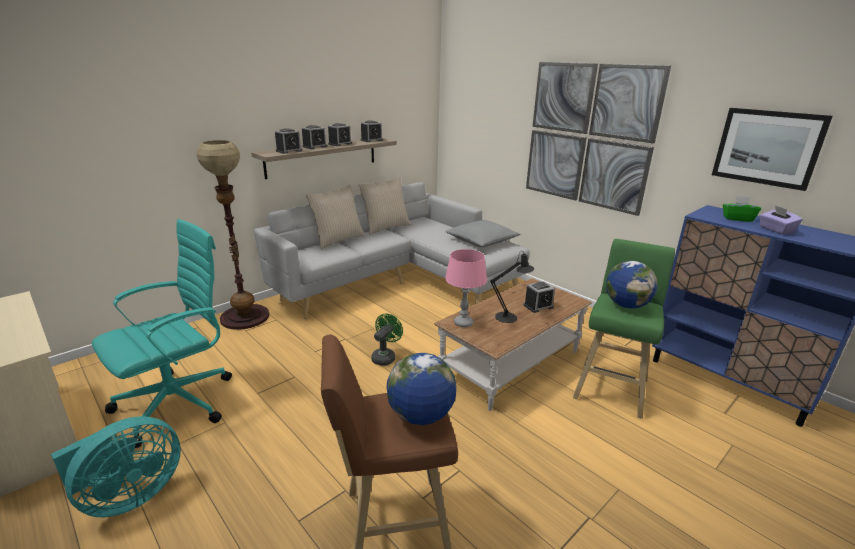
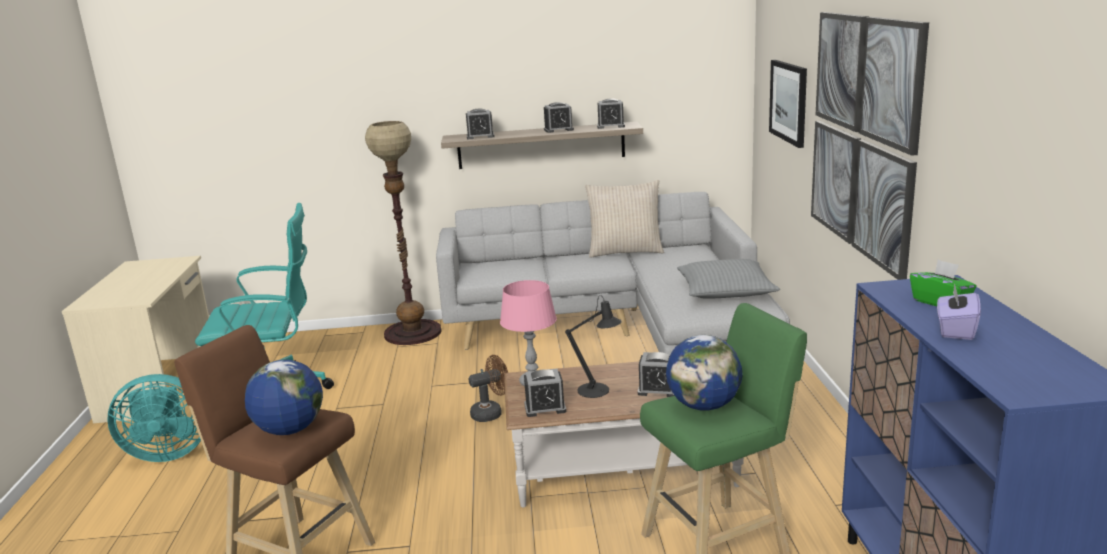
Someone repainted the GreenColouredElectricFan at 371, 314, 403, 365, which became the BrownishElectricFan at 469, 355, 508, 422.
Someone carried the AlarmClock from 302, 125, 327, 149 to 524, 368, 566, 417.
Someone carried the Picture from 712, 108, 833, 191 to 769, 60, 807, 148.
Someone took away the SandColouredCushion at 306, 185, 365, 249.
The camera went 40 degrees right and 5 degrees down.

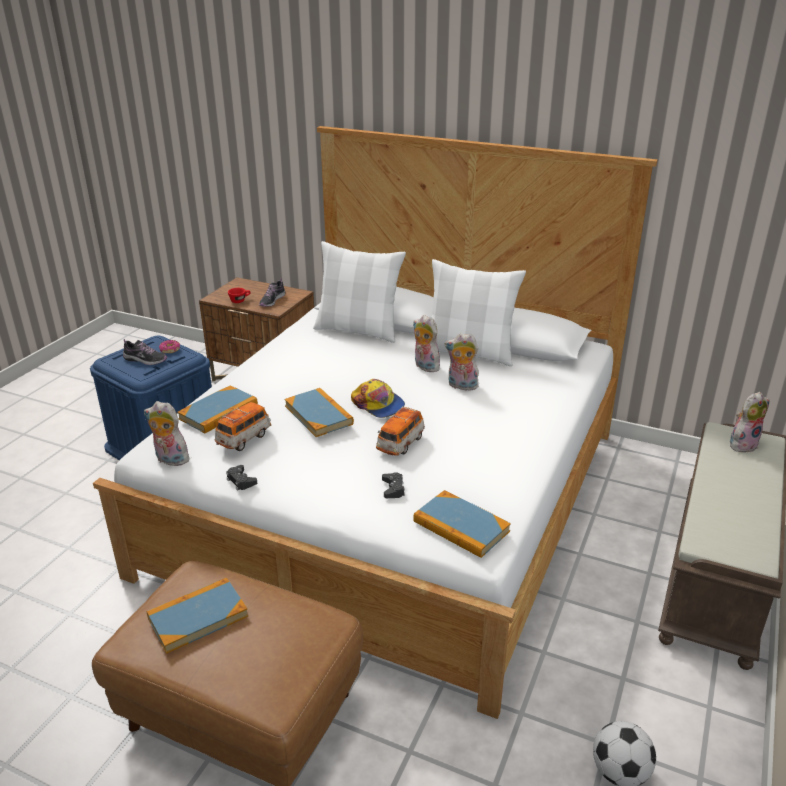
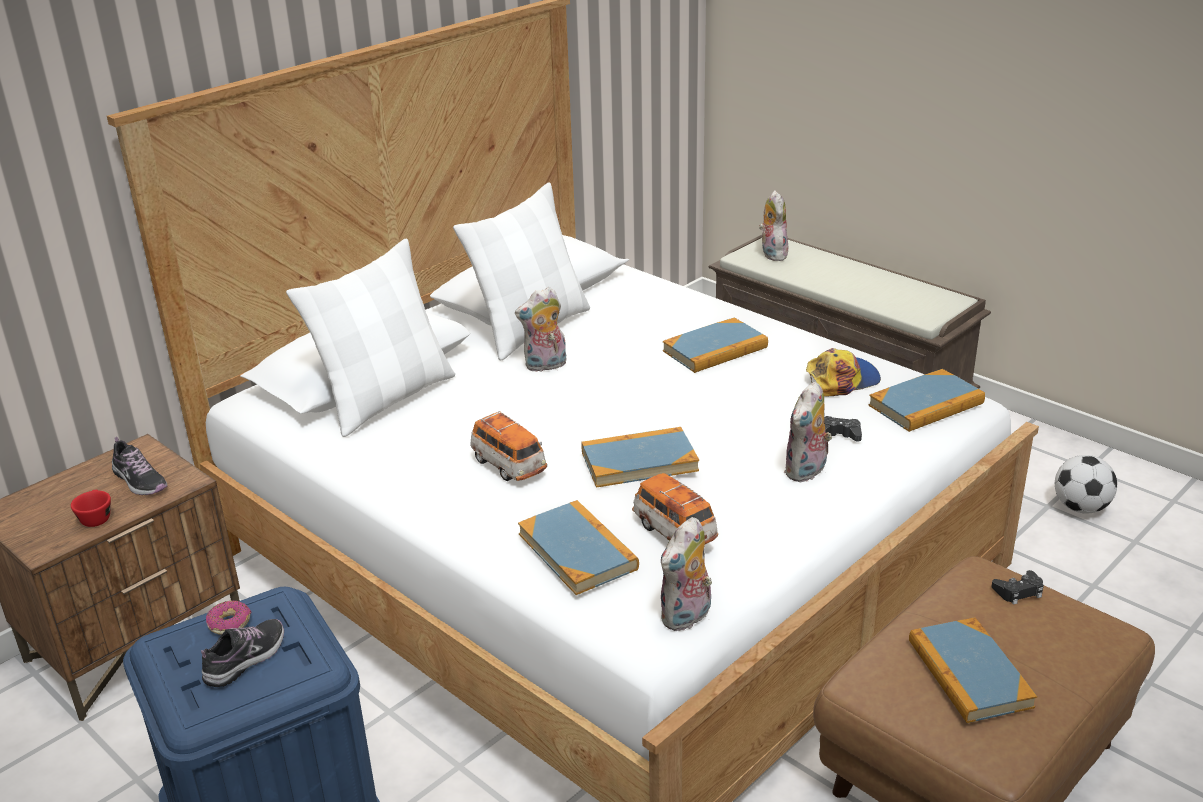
Someone carried the MiniatureCar from 376, 406, 424, 456 to 470, 411, 547, 481.
Someone put down the Volume at 663, 318, 768, 373.
Someone carried the PlushToy from 445, 333, 481, 390 to 784, 382, 832, 482.
Someone carried the PeakedCap from 351, 379, 405, 418 to 806, 348, 881, 396.
Someone carried the BlackJoypad from 226, 465, 257, 491 to 991, 570, 1044, 605.
The camera went 70 degrees left and 0 degrees up.

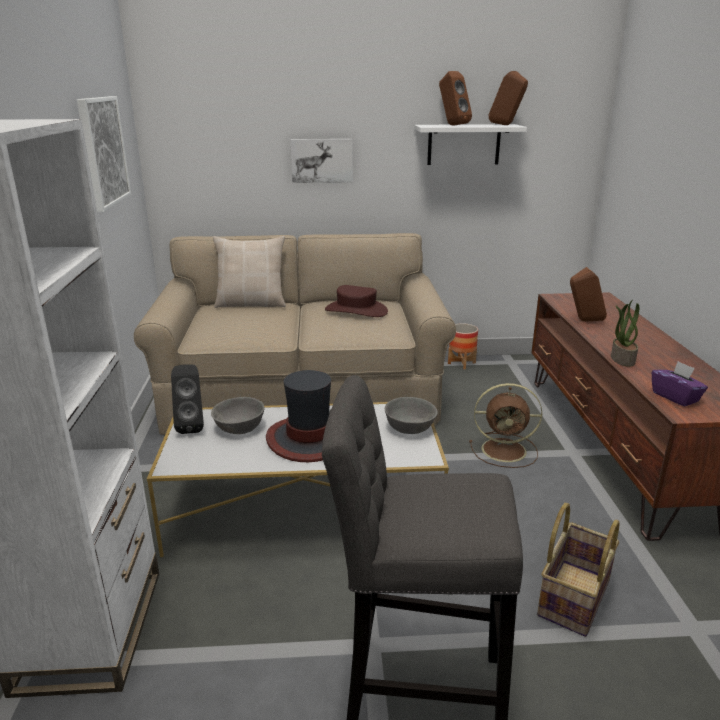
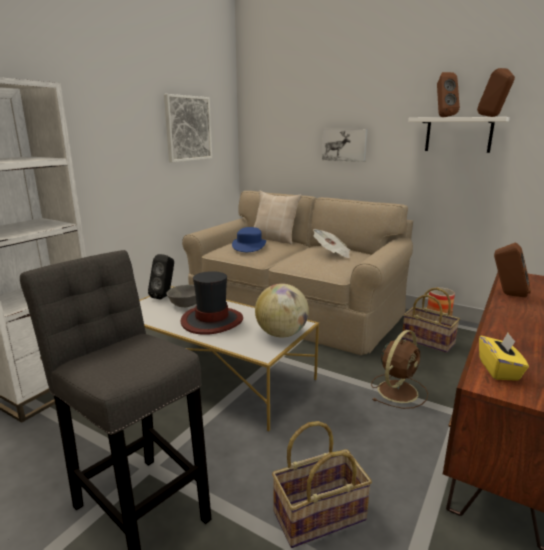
Someone put down the BluishHat at 232, 227, 266, 252.
Someone swapped the GreyishServingBowl at 385, 397, 438, 434 for the Globe at 255, 284, 309, 337.
Someone swapped the BrownishHat at 325, 285, 388, 317 for the PrintedPaper at 313, 229, 350, 258.
Someone rotated the BrownishElectricFan at 469, 383, 542, 468 by 90 degrees counterclockwise.
Someone put down the HouseholdBasket at 402, 288, 460, 353.
Someone repainted the PurplishTissueBox at 652, 361, 708, 407, which became the YellowTissueBox at 479, 333, 529, 381.
Someone took away the Houseplant at 611, 300, 639, 367.
The camera went 35 degrees right and 5 degrees down.

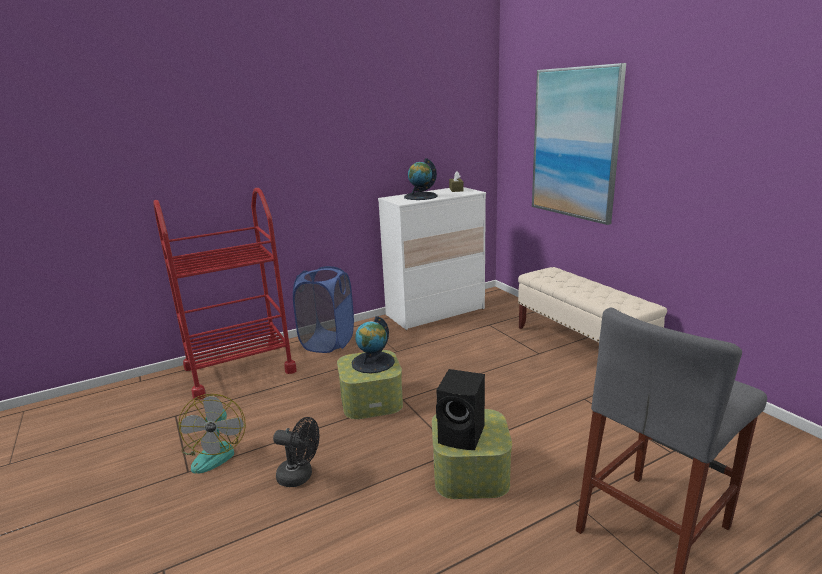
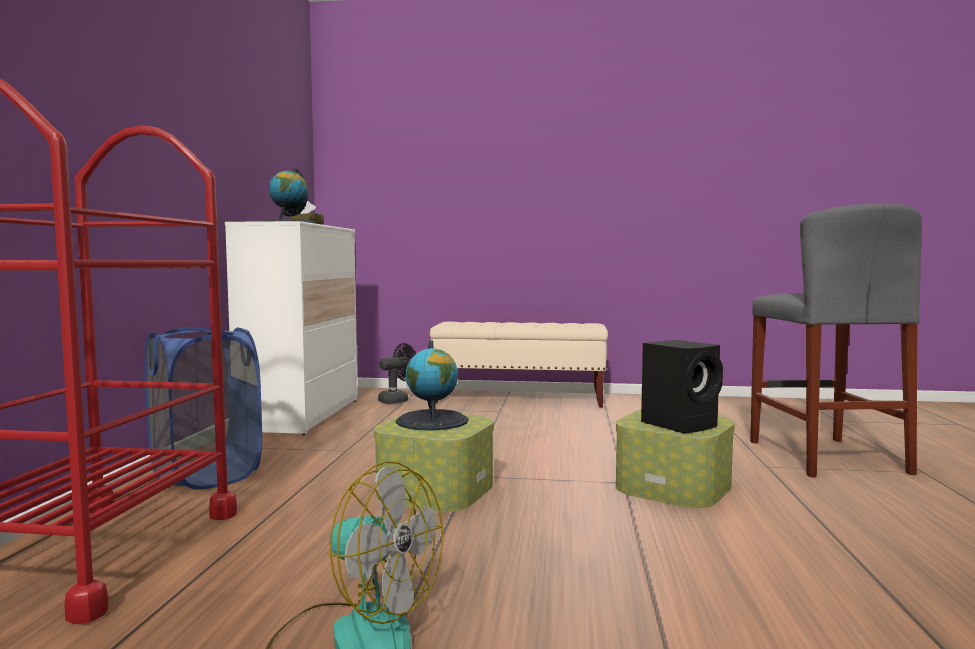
Someone carried the BlackElectricFan from 273, 417, 319, 487 to 378, 343, 416, 404.
Someone took away the Picture at 532, 63, 626, 225.
The camera went 55 degrees left and 15 degrees down.

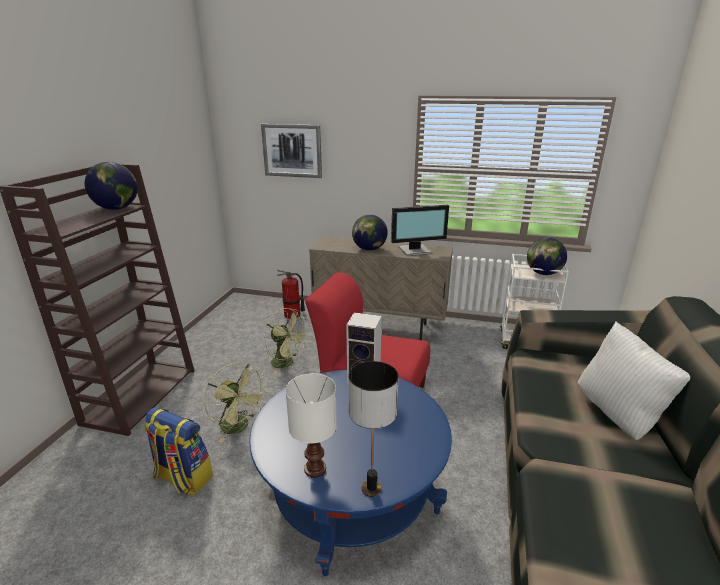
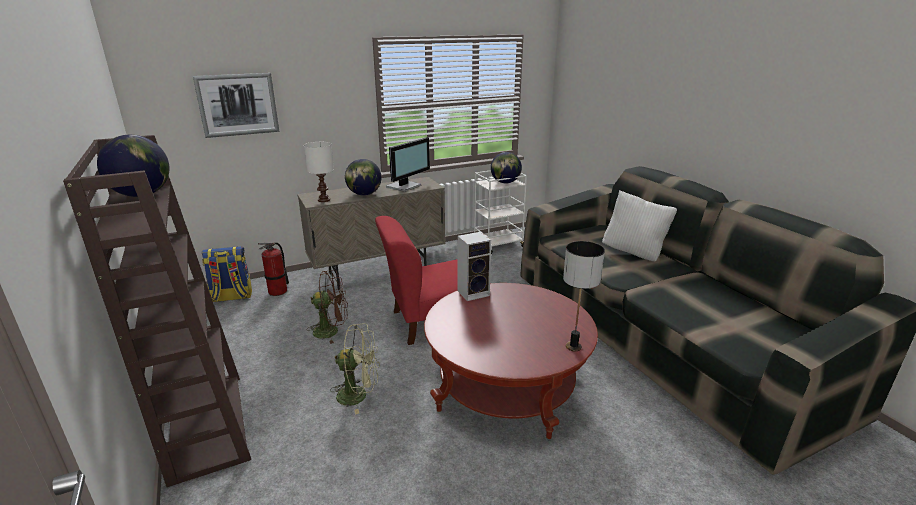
Someone carried the Knapsack from 144, 407, 213, 495 to 202, 246, 252, 302.
Someone carried the WhiteColouredLampForATable from 286, 373, 337, 478 to 304, 142, 334, 202.
Someone repainted the GreenColouredElectricFan at 265, 308, 309, 374, which became the BrownishElectricFan at 306, 270, 348, 344.
Someone repainted the BluishCoffeeTable at 249, 370, 452, 576, which became the RedColouredCoffeeTable at 424, 283, 598, 439.
The camera went 40 degrees left and 0 degrees up.

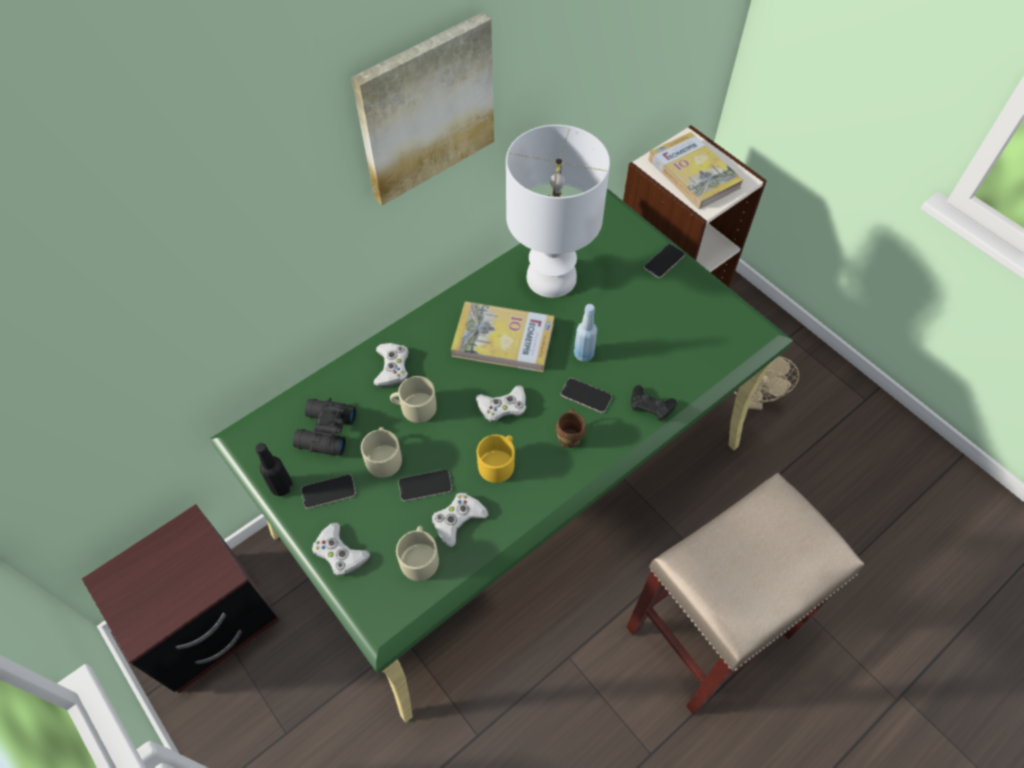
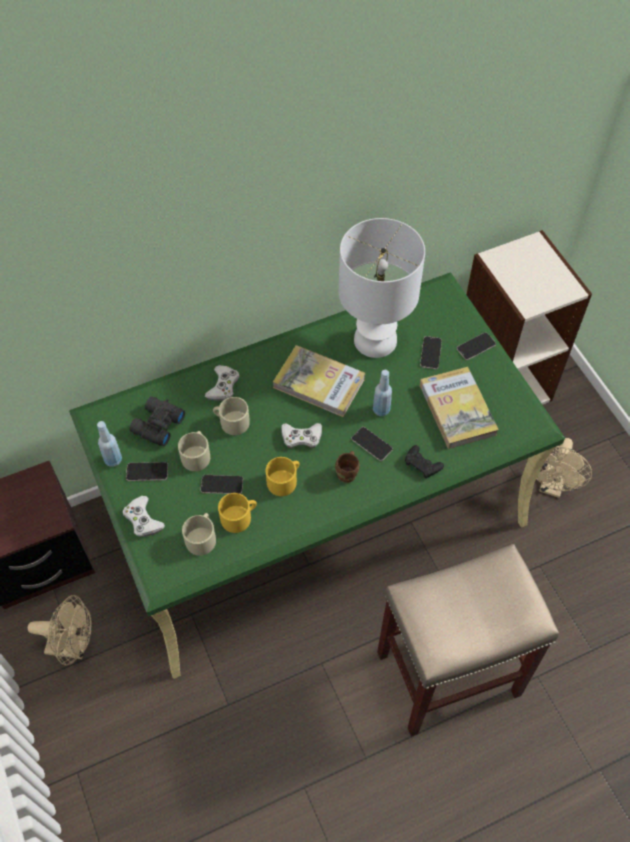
Someone put down the SandColouredElectricFan at 28, 595, 92, 666.
Someone repainted the BlackDrinkBottle at 255, 443, 293, 496, which became the BluishDrinkBottle at 97, 421, 122, 467.
Someone swapped the WhiteColouredJoypad at 432, 493, 489, 547 for the YellowCoffeeMug at 218, 493, 257, 533.
Someone put down the Handset at 420, 336, 442, 369.
Someone carried the Volume from 649, 132, 743, 209 to 420, 367, 499, 449.
Someone took away the Picture at 351, 12, 494, 205.
The camera went 15 degrees right and 0 degrees up.

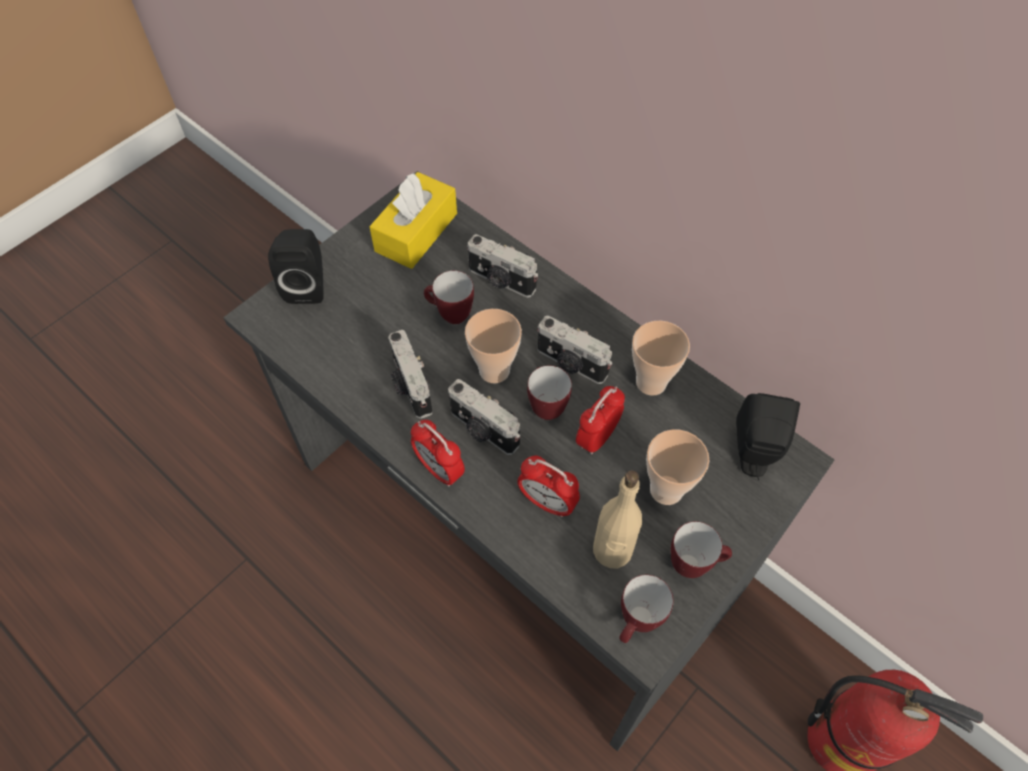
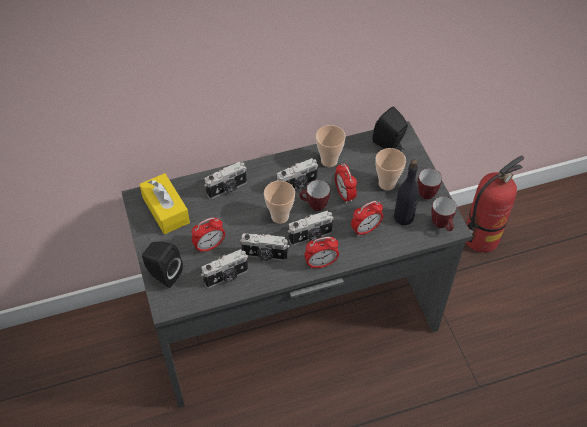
Someone put down the AlarmClock at 192, 217, 225, 253.
Someone put down the PhotoCamera at 201, 249, 248, 288.
Someone repainted the SandColouredDrinkBottle at 593, 470, 642, 569, which became the BlackDrinkBottle at 394, 159, 419, 225.
Someone took away the CoffeeMug at 424, 270, 474, 324.
The camera went 60 degrees left and 5 degrees down.

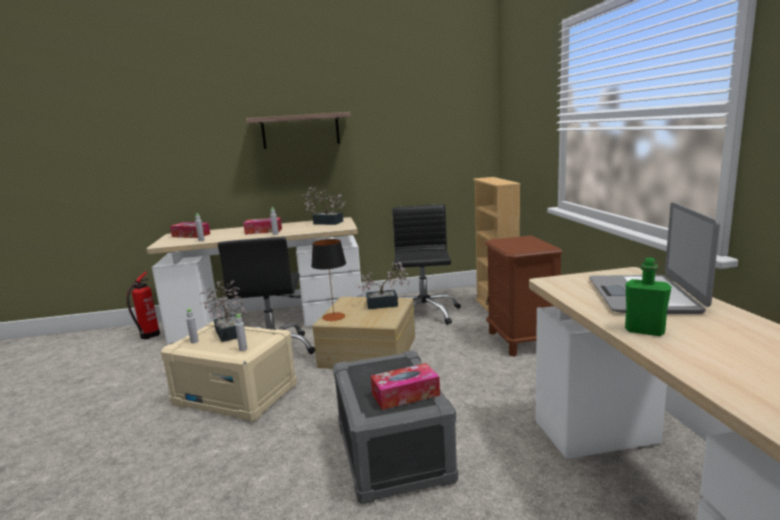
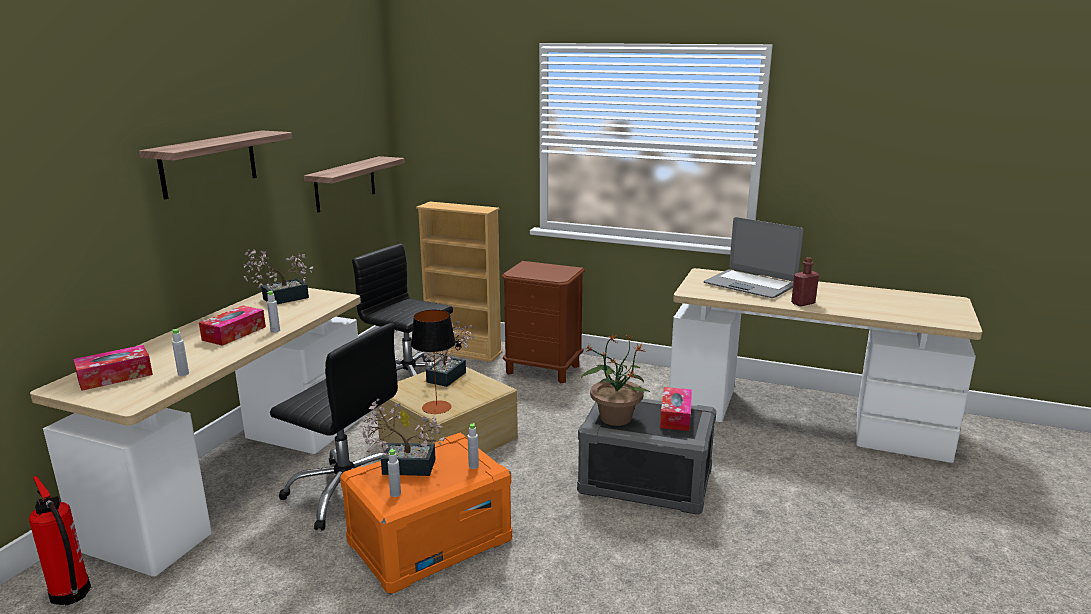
Someone put up the BracketShelf at 304, 156, 405, 212.
Someone repainted the SandColouredStorageContainer at 161, 322, 297, 422, which became the OrangeStorageContainer at 340, 433, 512, 594.
Someone put down the Houseplant at 581, 333, 650, 426.
Someone repainted the GreenColouredDrinkBottle at 625, 258, 671, 336, which became the RedColouredDrinkBottle at 791, 257, 819, 306.
The camera went 60 degrees left and 5 degrees up.

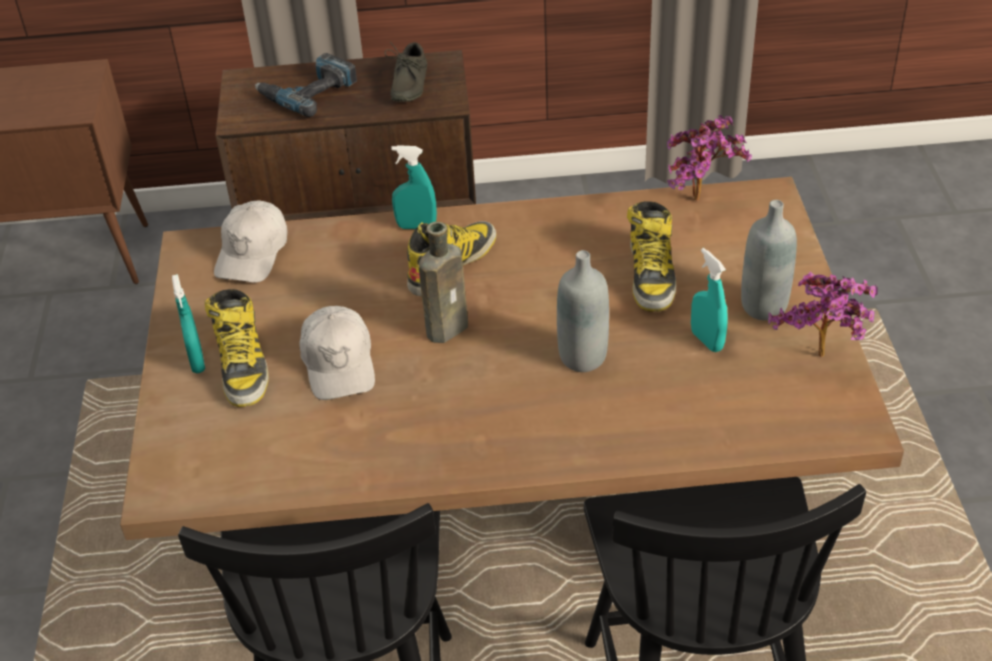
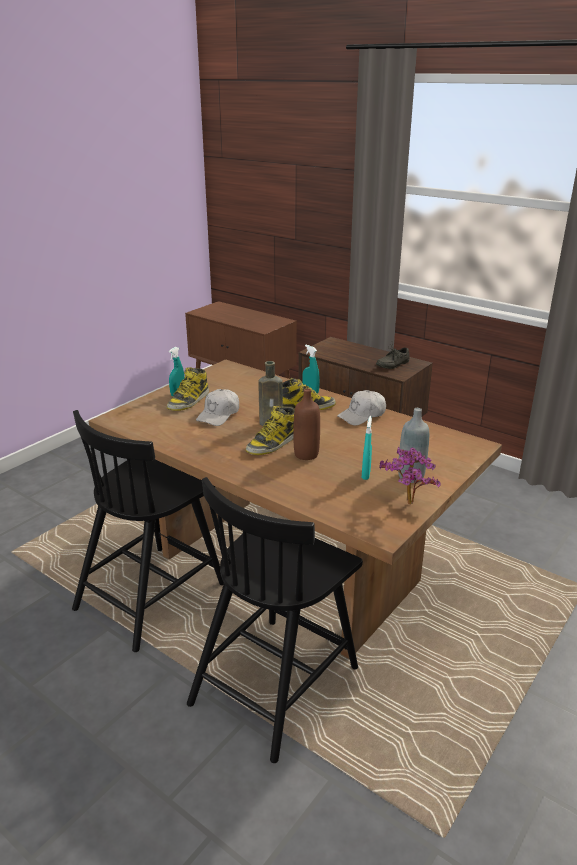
Someone carried the Boot from 627, 201, 676, 312 to 246, 406, 295, 455.
Someone repainted the GreyishDrinkBottle at 557, 250, 609, 372, which became the BrownishDrinkBottle at 293, 388, 320, 460.
Someone carried the WhiteColouredPeakedCap from 214, 200, 287, 283 to 337, 390, 386, 426.
Someone took away the PowerDrill at 255, 53, 357, 117.
Someone took away the Houseplant at 667, 115, 752, 201.
The camera went 40 degrees right and 15 degrees down.

